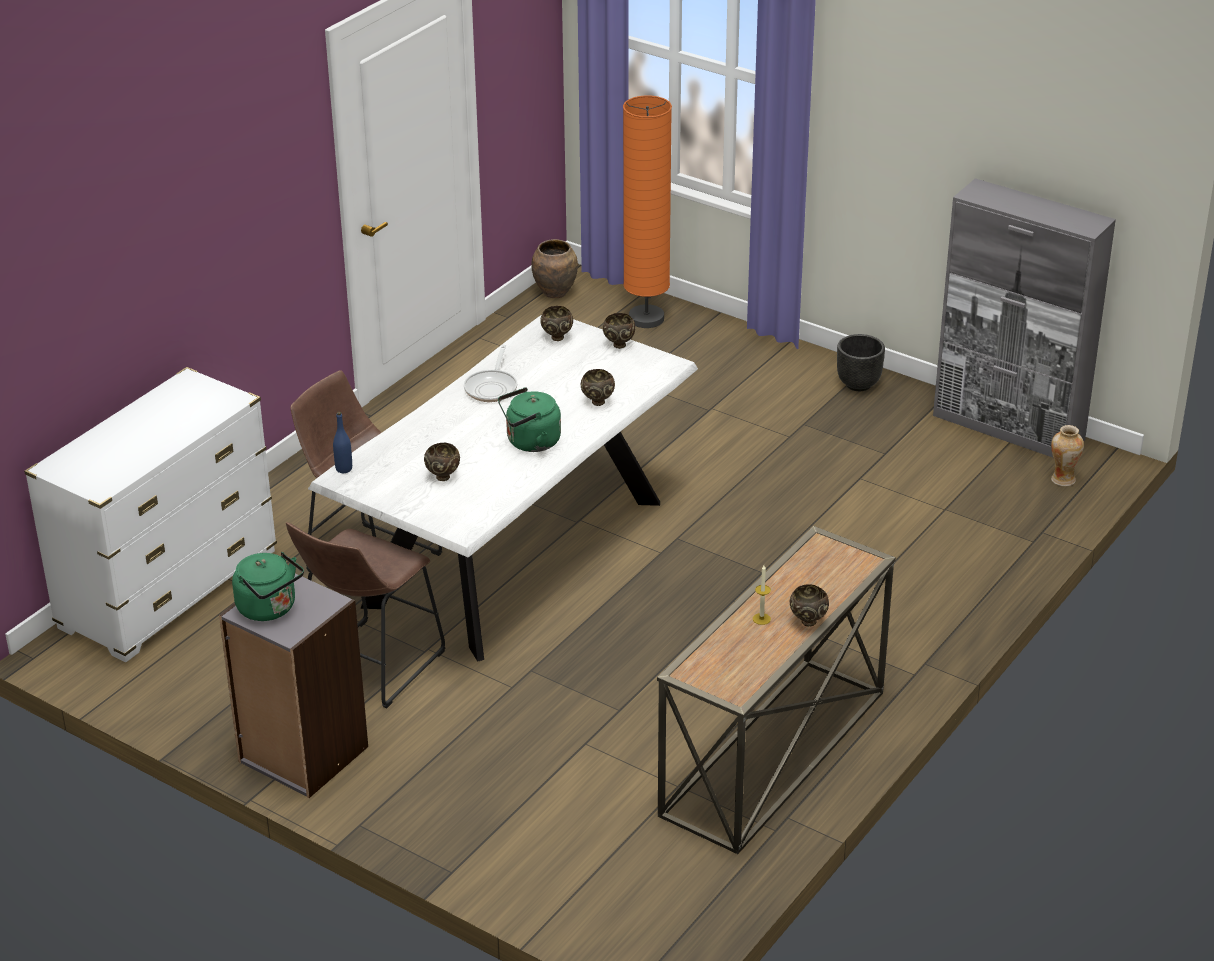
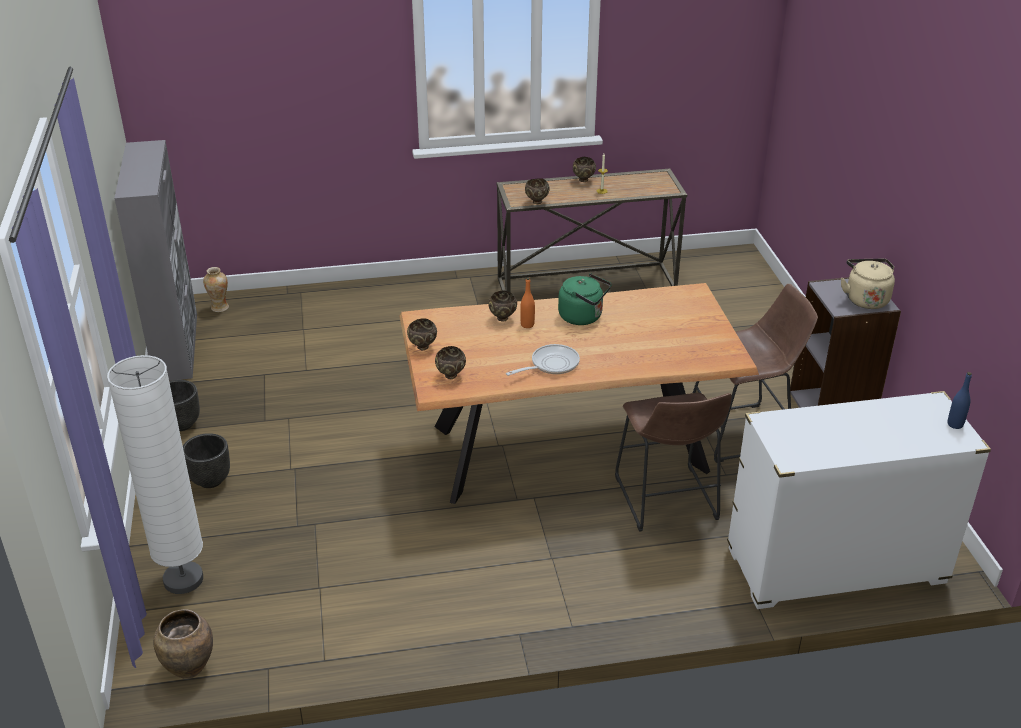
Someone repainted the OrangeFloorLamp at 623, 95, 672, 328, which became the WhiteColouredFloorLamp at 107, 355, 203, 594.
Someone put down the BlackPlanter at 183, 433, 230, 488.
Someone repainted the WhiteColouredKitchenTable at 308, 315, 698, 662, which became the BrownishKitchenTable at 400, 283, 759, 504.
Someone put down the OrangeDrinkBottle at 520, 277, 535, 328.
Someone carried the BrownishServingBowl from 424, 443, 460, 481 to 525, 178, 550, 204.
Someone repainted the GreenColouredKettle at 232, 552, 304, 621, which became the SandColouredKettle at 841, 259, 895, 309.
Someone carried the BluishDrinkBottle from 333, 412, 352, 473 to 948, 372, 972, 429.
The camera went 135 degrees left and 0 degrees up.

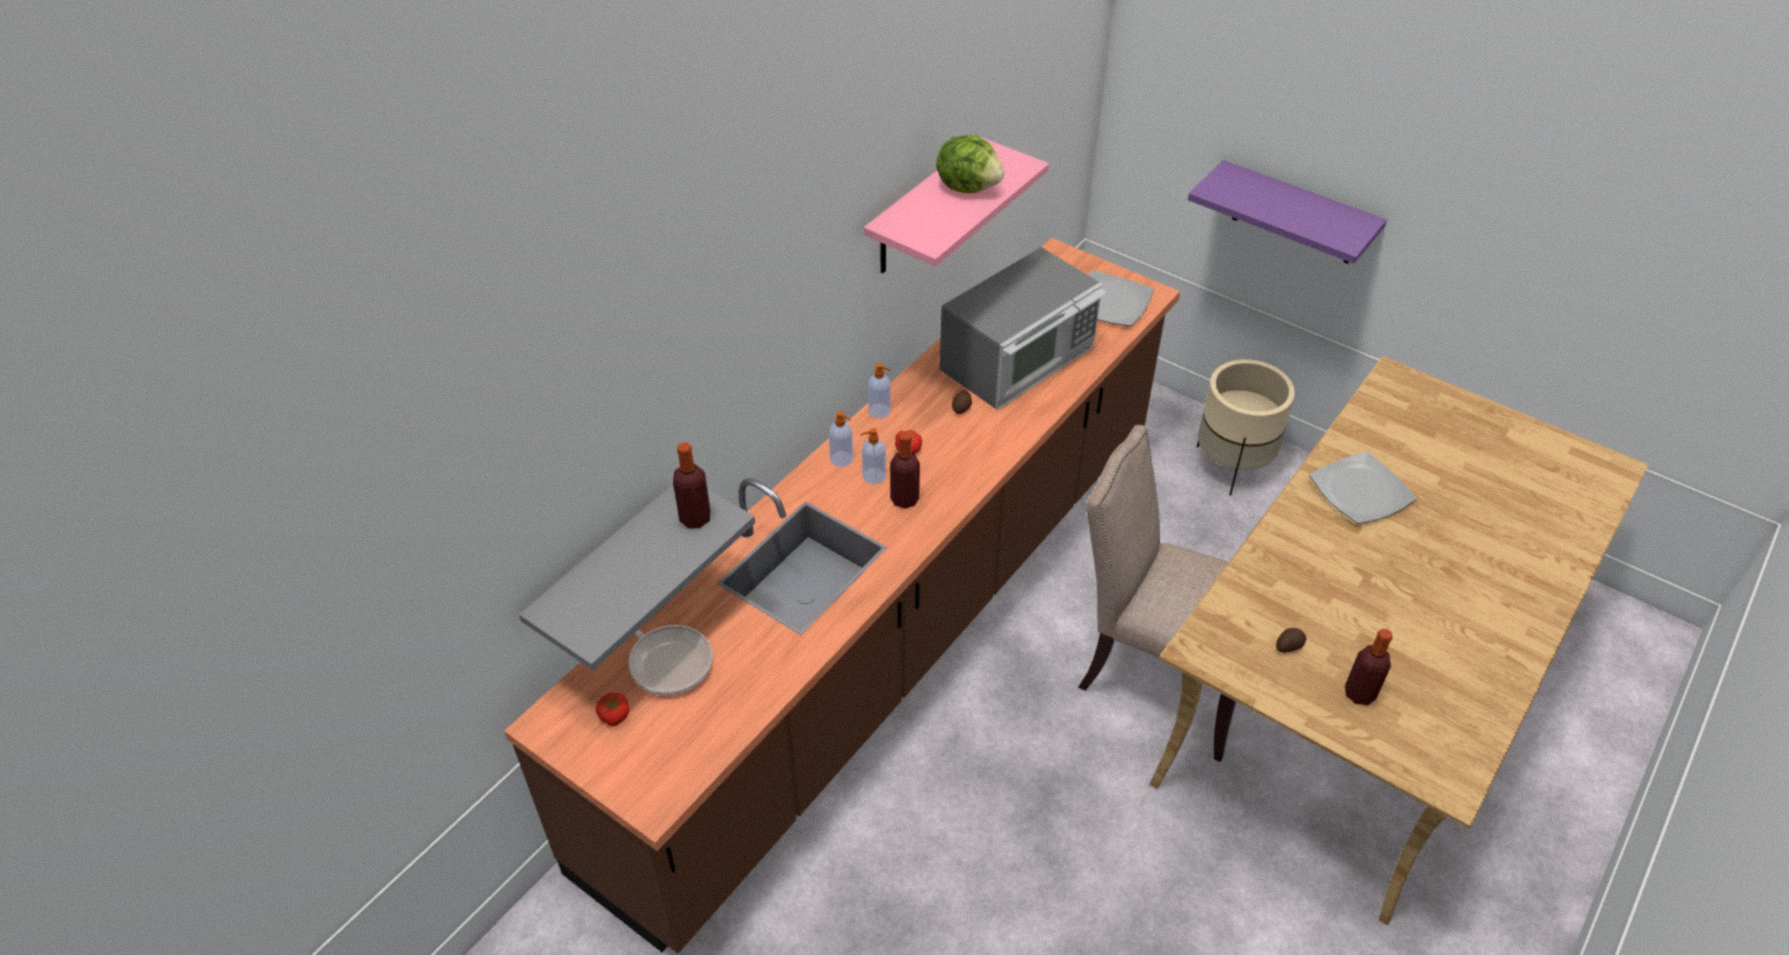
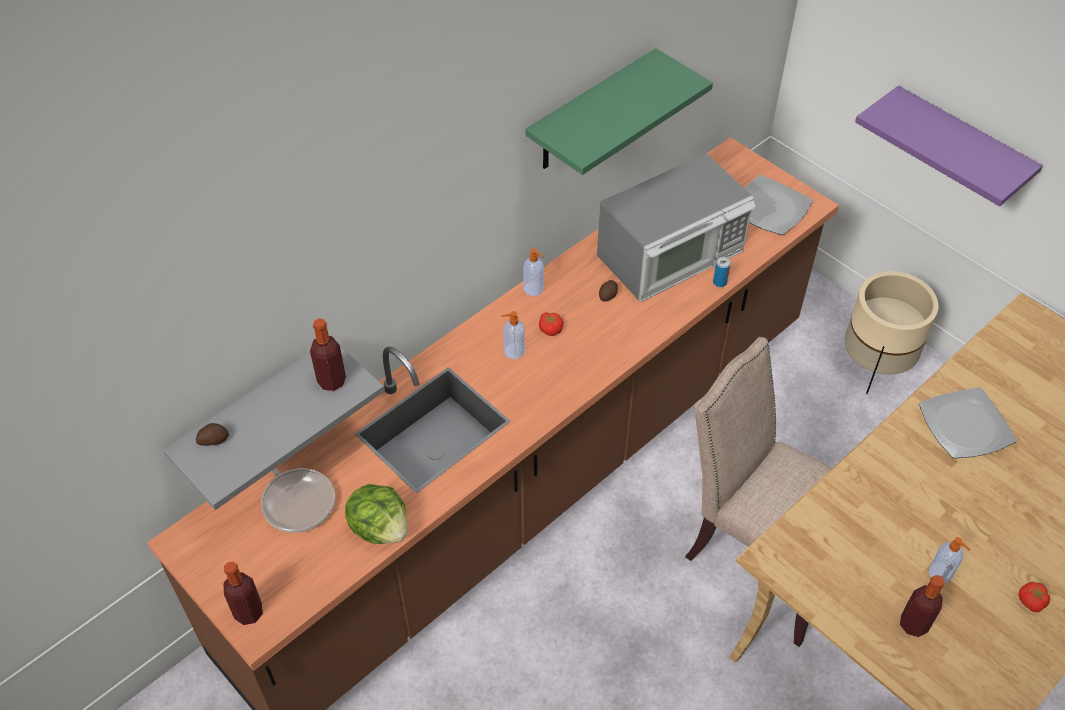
Someone carried the WholePotato from 1276, 628, 1306, 652 to 196, 423, 229, 446.
Someone carried the DrinkBottle from 890, 432, 920, 509 to 223, 561, 263, 625.
Someone carried the LettuceHead from 936, 135, 1004, 193 to 345, 484, 407, 544.
Someone repainted the PinkishBracketShelf at 864, 137, 1049, 274, which became the GreenColouredBracketShelf at 525, 48, 713, 175.
Someone put down the MetalCan at 713, 257, 731, 287.
Someone carried the SoapBottle from 829, 411, 853, 467 to 929, 537, 971, 583.
Someone carried the Tomato from 596, 693, 629, 726 to 1018, 582, 1050, 612.
The camera went 10 degrees right and 5 degrees up.

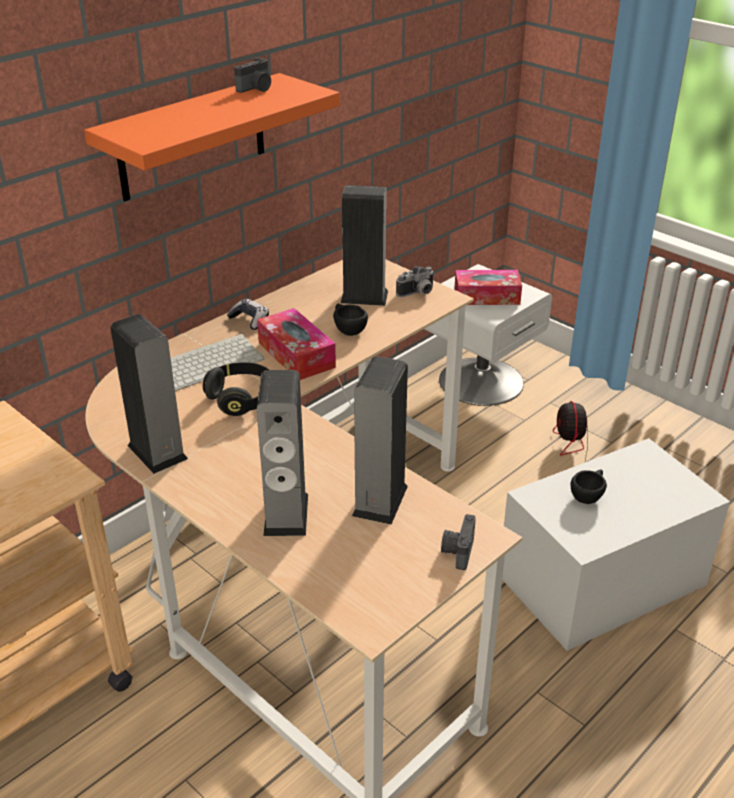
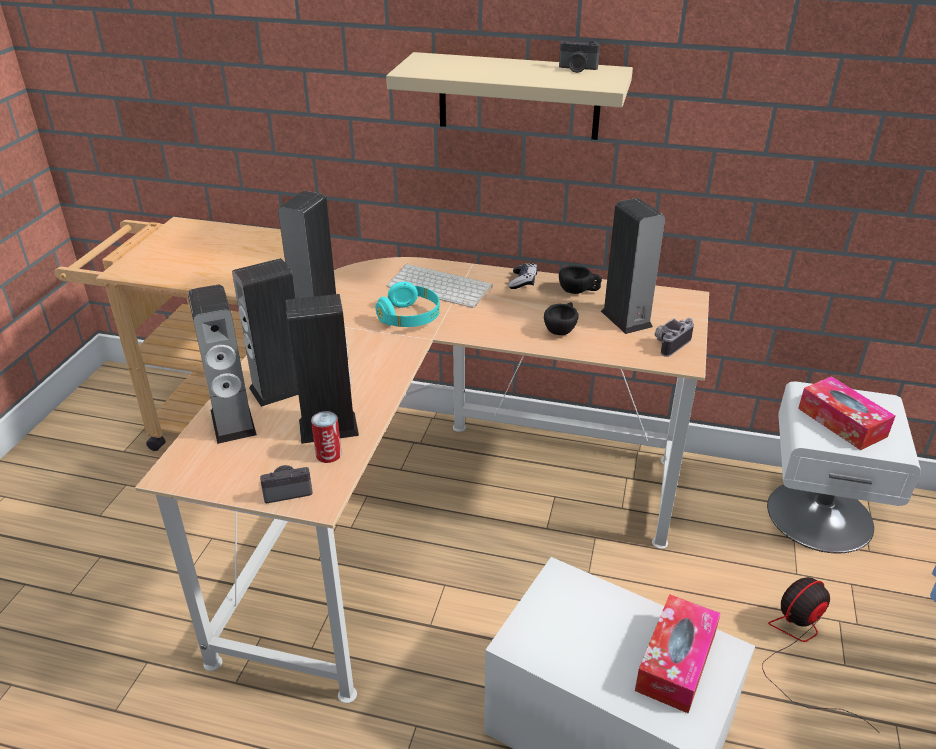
Someone put down the AudioSpeaker at 188, 285, 257, 444.
Someone put down the MetalCan at 311, 411, 342, 463.
Someone repainted the BlackPairOfHeadphones at 203, 362, 269, 416, which became the BlueGreenPairOfHeadphones at 375, 282, 440, 327.
Someone repainted the OrangeBracketShelf at 84, 73, 340, 201, which became the SandColouredBracketShelf at 386, 52, 633, 140.
Someone carried the BlackSmallCup from 570, 469, 607, 504 to 559, 266, 602, 294.
Someone carried the TissueBox from 257, 308, 336, 380 to 635, 594, 721, 713.
Someone rotated the PhotoCamera at 396, 266, 435, 297 by 105 degrees clockwise.
The camera went 60 degrees right and 0 degrees up.

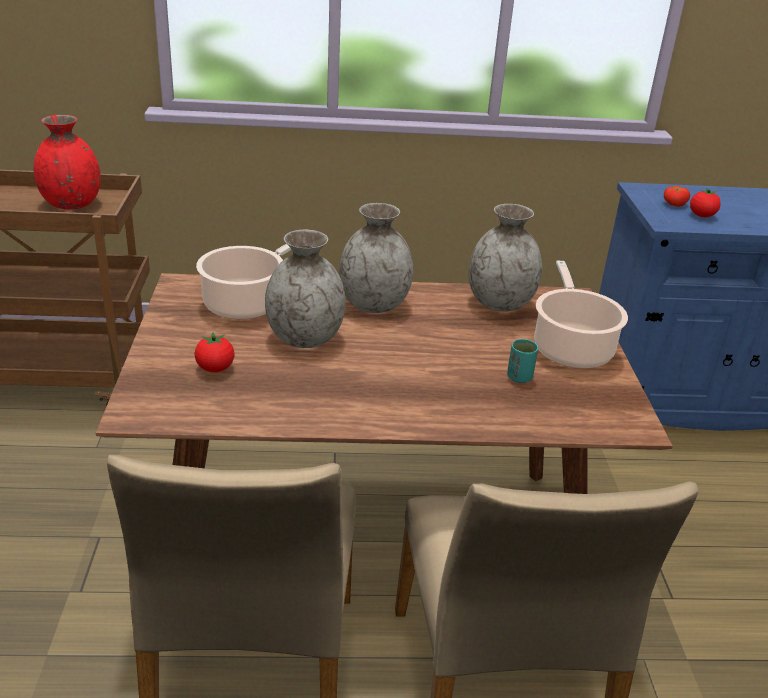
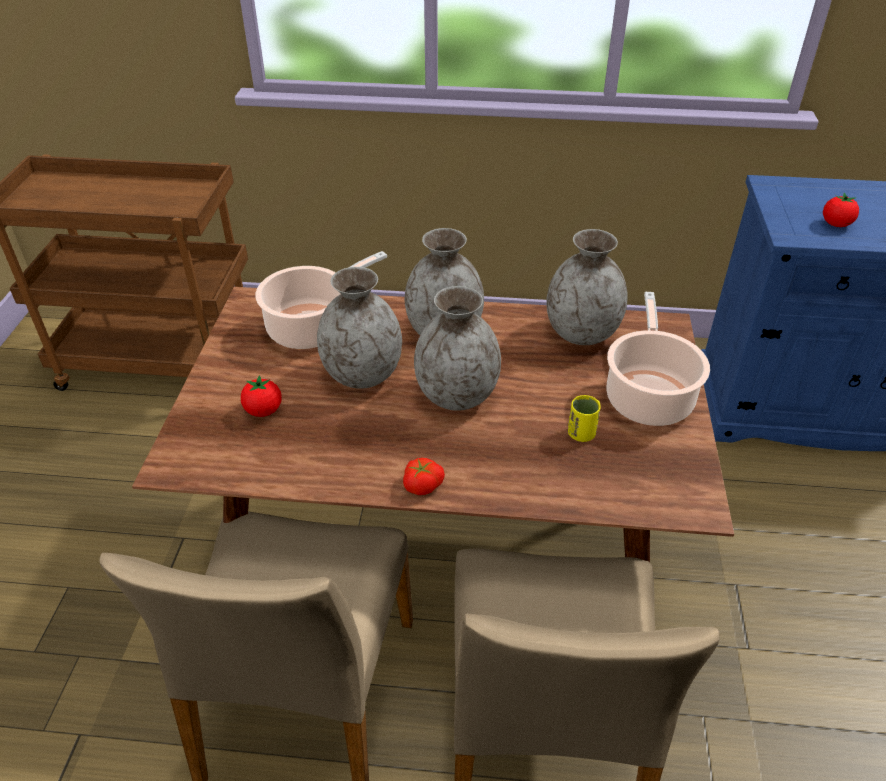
Someone carried the Tomato from 664, 186, 690, 207 to 403, 458, 445, 495.
Someone put down the GreyishDecorativeVase at 414, 286, 501, 411.
Someone repainted the BlueGreenSmallCup at 507, 339, 538, 383, which became the YellowSmallCup at 568, 395, 601, 442.
Someone took away the RedColouredDecorativeVase at 33, 115, 101, 209.
The camera went 10 degrees right and 10 degrees up.

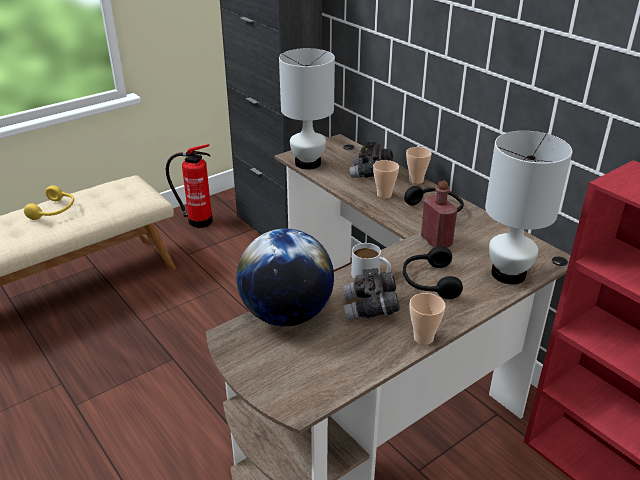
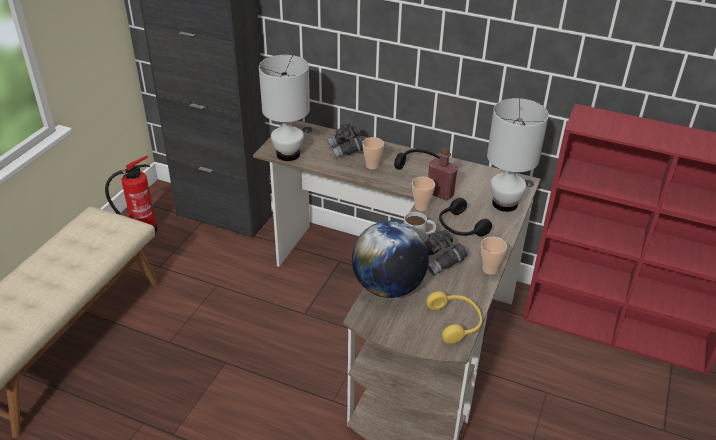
Someone carried the SmallCup from 406, 147, 432, 184 to 412, 177, 435, 211.
Someone carried the YellowPairOfHeadphones from 24, 185, 74, 220 to 426, 291, 482, 344.
The camera went 30 degrees left and 5 degrees up.

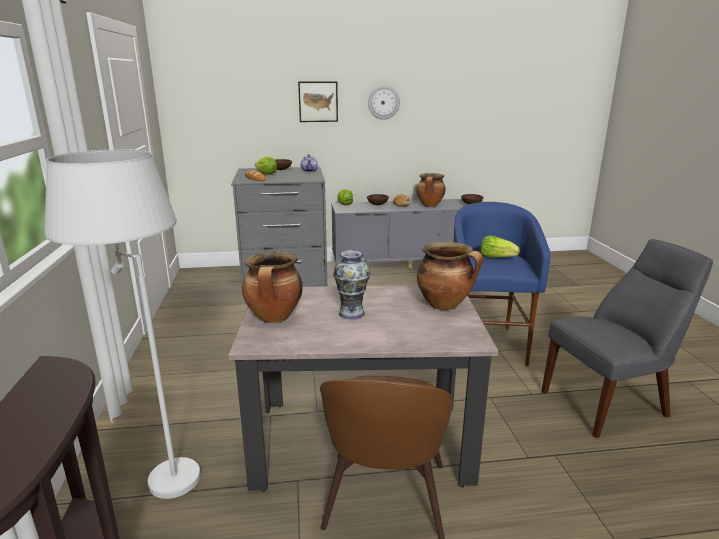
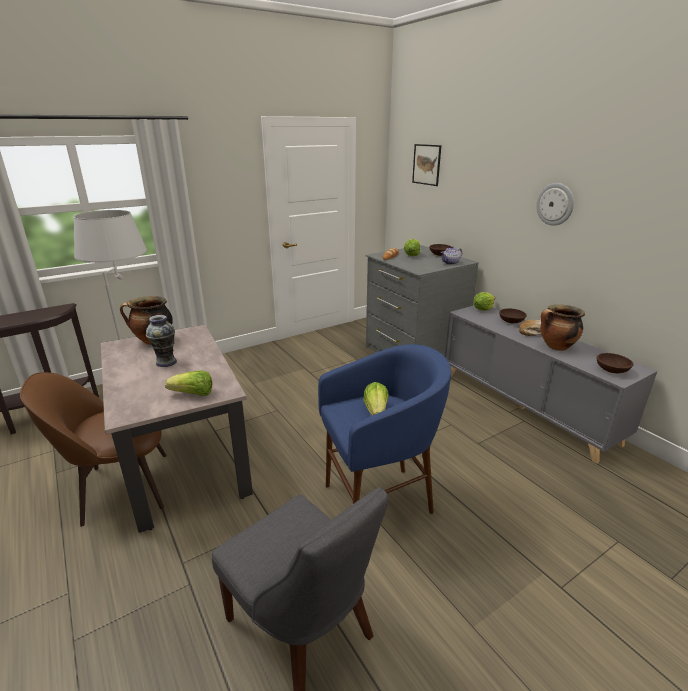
Someone swapped the Saucepot at 417, 242, 483, 310 for the LettuceHead at 165, 370, 213, 396.
Someone carried the Picture from 298, 81, 338, 122 to 412, 144, 441, 186.
The camera went 65 degrees right and 5 degrees up.

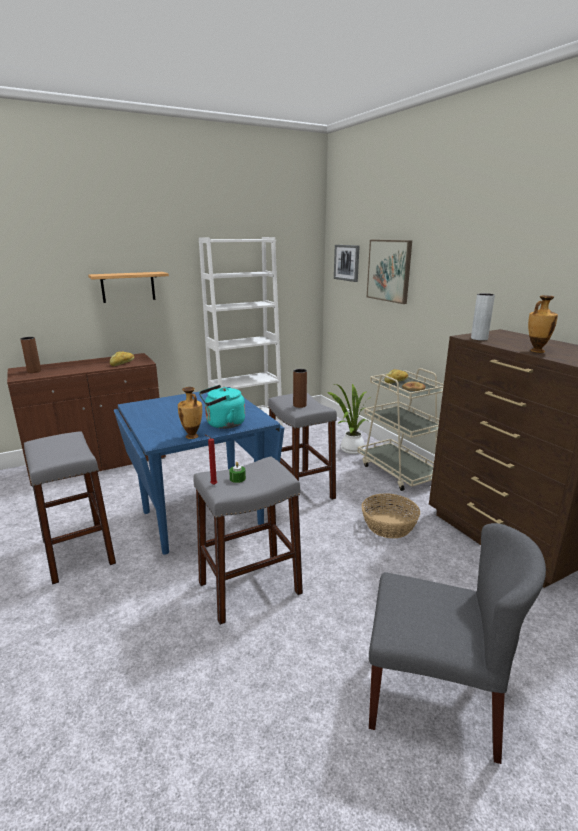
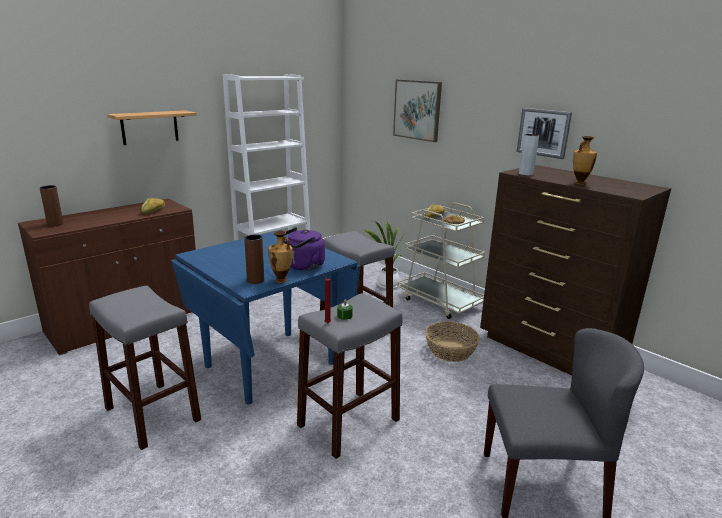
Someone carried the BrownishDecorativeVase from 293, 369, 307, 408 to 244, 234, 264, 284.
Someone repainted the BlueGreenKettle at 199, 385, 245, 429, which became the PurplishKettle at 284, 227, 325, 271.
Someone carried the Picture from 334, 245, 360, 282 to 517, 108, 572, 159.
The camera went 15 degrees left and 0 degrees up.

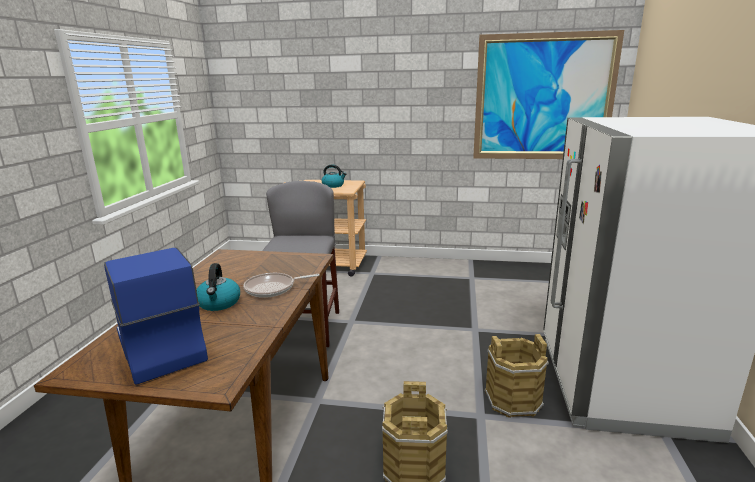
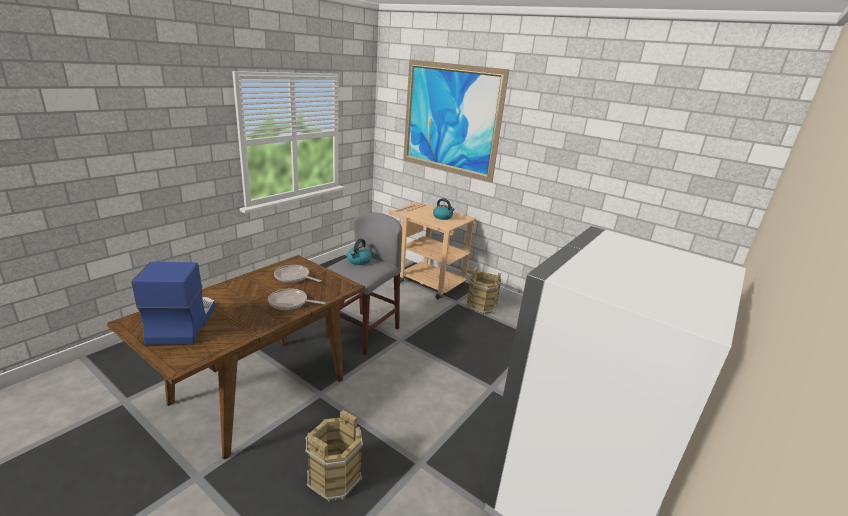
Someone put down the FryingPan at 274, 265, 321, 283.
Someone carried the Kettle from 196, 263, 240, 311 to 347, 239, 372, 265.
Someone carried the Picture from 473, 30, 624, 159 to 403, 59, 509, 183.
Someone carried the BrownishBucket from 485, 334, 549, 418 to 466, 267, 501, 314.
The camera went 25 degrees right and 5 degrees up.

